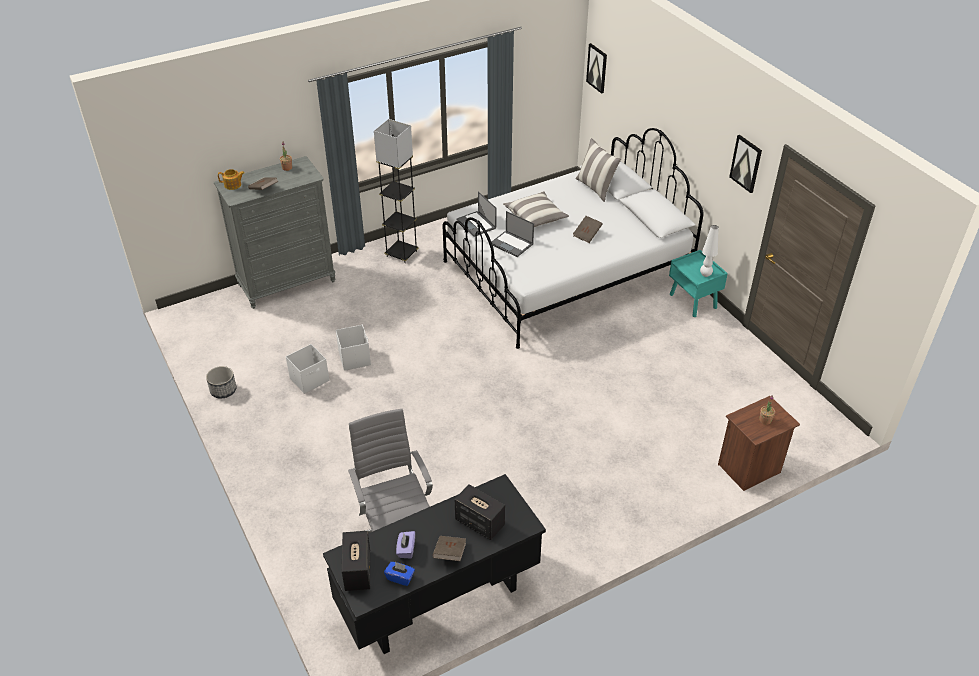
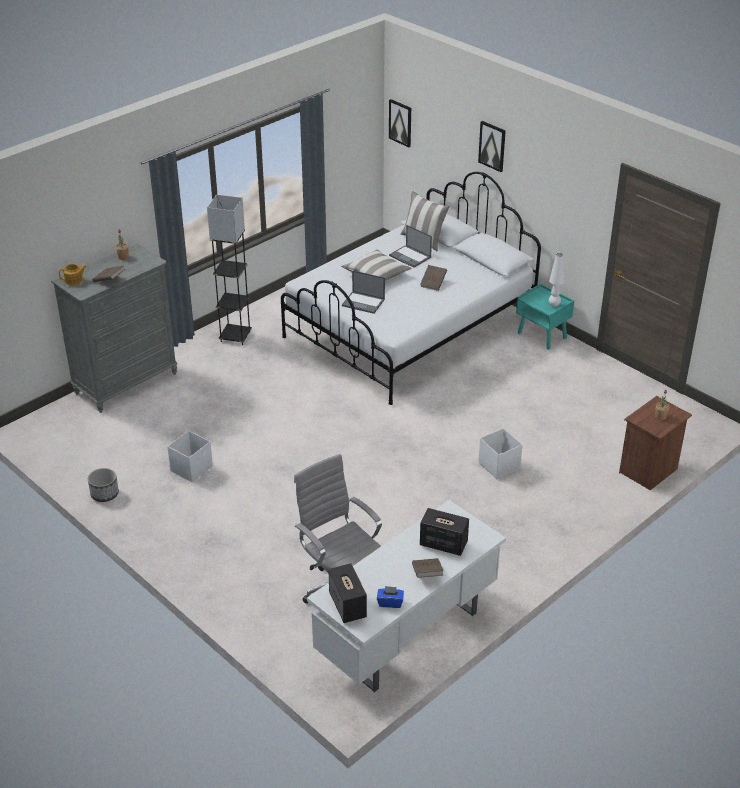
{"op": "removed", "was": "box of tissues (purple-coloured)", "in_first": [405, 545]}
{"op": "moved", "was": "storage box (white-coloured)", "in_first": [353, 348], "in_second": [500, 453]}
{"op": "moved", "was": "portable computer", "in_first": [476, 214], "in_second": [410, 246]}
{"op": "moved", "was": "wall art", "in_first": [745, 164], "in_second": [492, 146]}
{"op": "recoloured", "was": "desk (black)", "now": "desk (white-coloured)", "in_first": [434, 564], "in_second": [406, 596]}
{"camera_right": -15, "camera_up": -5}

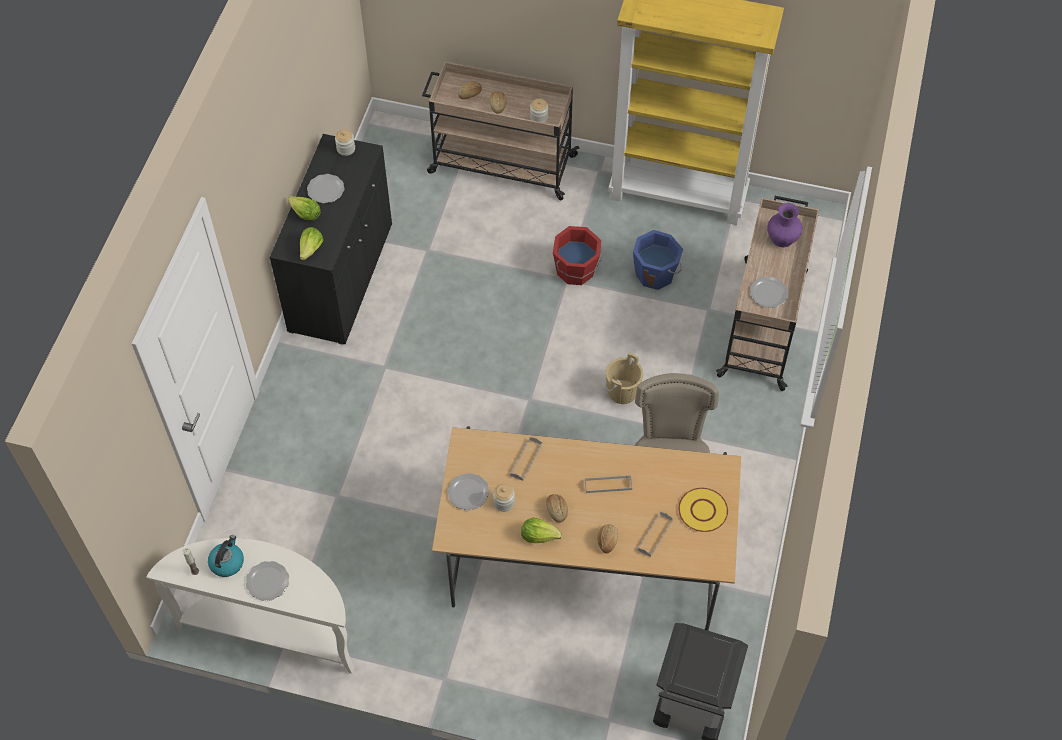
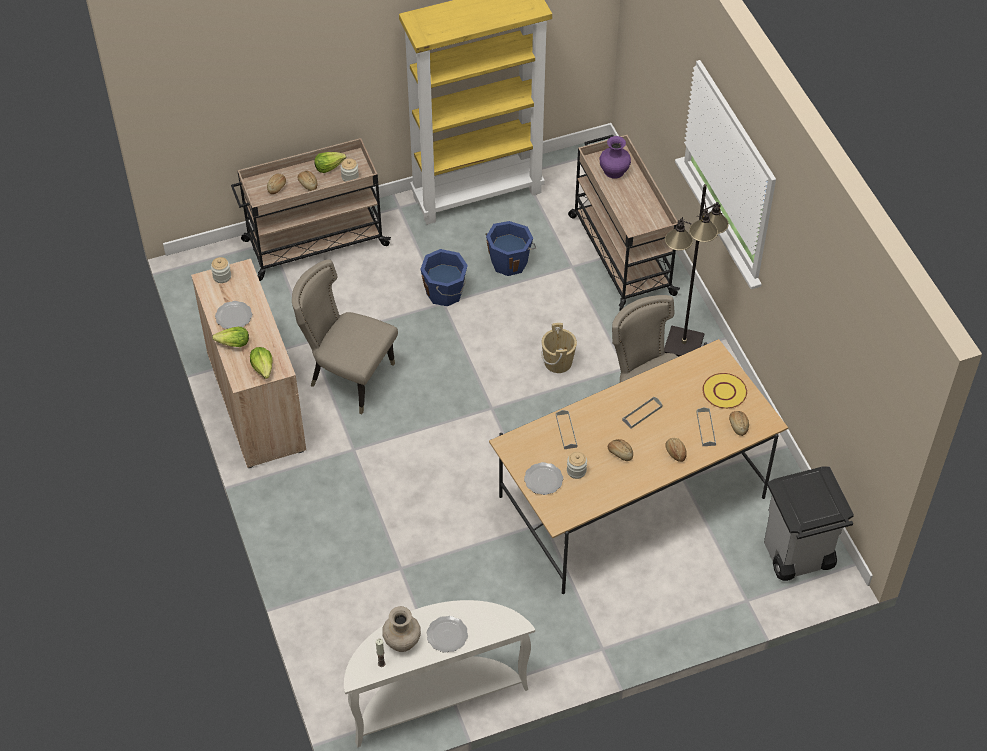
{"op": "removed", "was": "plate", "in_first": [769, 292]}
{"op": "added", "now": "upright chair (sand-coloured)", "in_second": [345, 337]}
{"op": "added", "now": "standard lamp (black)", "in_second": [696, 270]}
{"op": "added", "now": "bread", "in_second": [739, 423]}
{"op": "moved", "was": "lettuce head", "in_first": [541, 530], "in_second": [330, 162]}
{"op": "replaced", "was": "tea kettle", "now": "decorative vase (sand-coloured)", "in_first": [226, 556], "in_second": [401, 629]}
{"op": "recoloured", "was": "cabinet (black)", "now": "cabinet (sand-coloured)", "in_first": [330, 239], "in_second": [248, 363]}
{"op": "recoloured", "was": "bucket (reddish)", "now": "bucket (bluish)", "in_first": [577, 255], "in_second": [444, 277]}
{"camera_right": -35, "camera_up": -5}

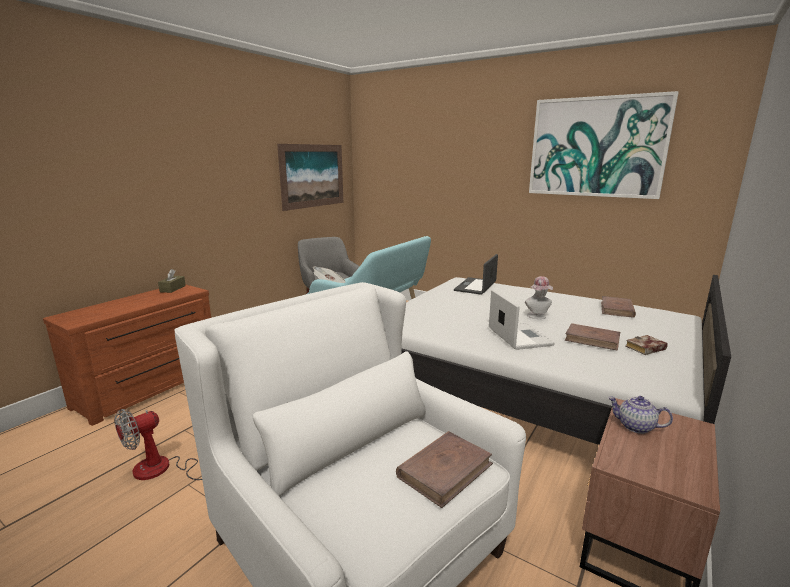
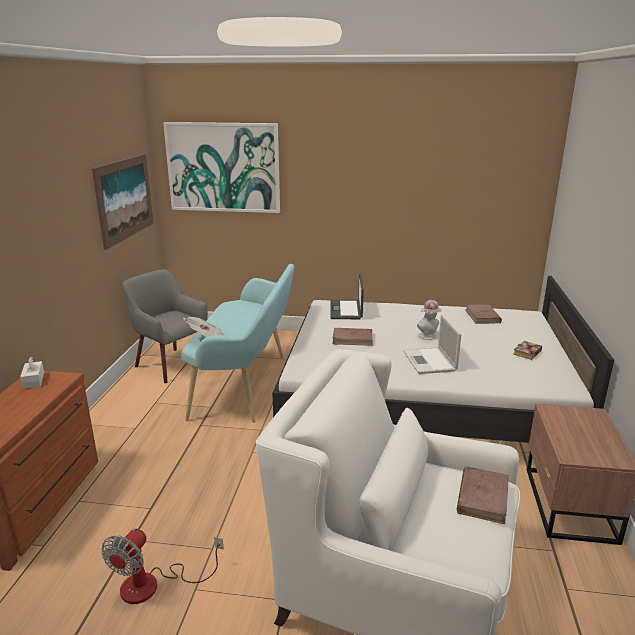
{"op": "removed", "was": "teapot", "in_first": [640, 415]}
{"op": "moved", "was": "wall art", "in_first": [604, 145], "in_second": [221, 167]}
{"op": "moved", "was": "volume (brown-coloured)", "in_first": [592, 337], "in_second": [352, 337]}
{"op": "recoloured", "was": "box of tissues (brown-coloured)", "now": "box of tissues (white-coloured)", "in_first": [172, 281], "in_second": [32, 373]}
{"op": "turned", "was": "portable computer", "in_first": [522, 319], "in_second": [432, 344], "clockwise": -150}
{"camera_right": -25, "camera_up": 5}

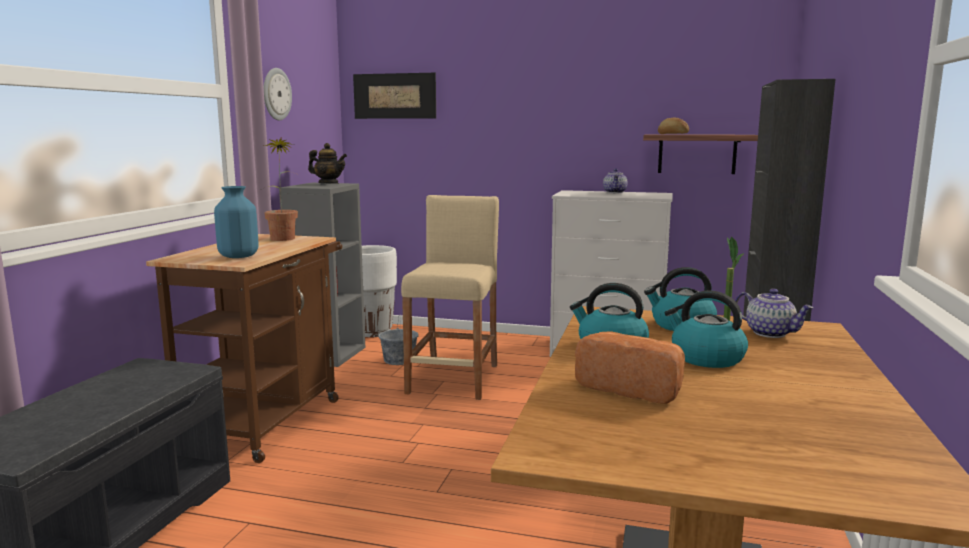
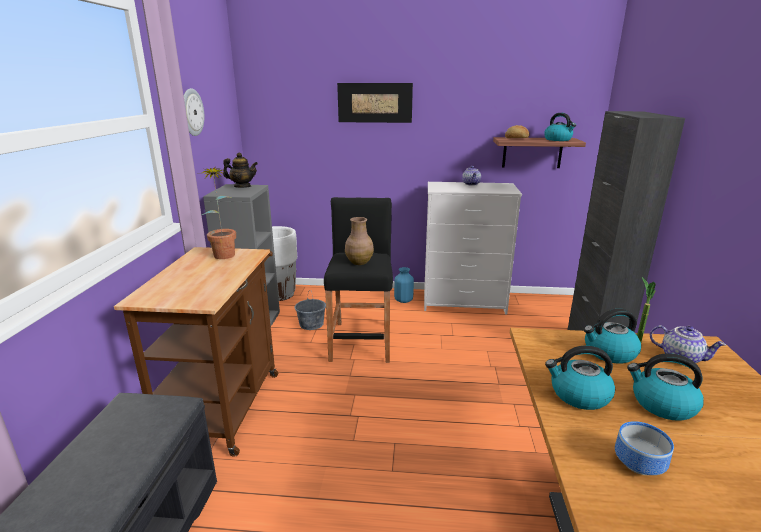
{"op": "added", "now": "decorative vase (brown-coloured)", "in_second": [359, 241]}
{"op": "added", "now": "tea kettle", "in_second": [560, 127]}
{"op": "moved", "was": "decorative vase (bluish)", "in_first": [236, 222], "in_second": [404, 285]}
{"op": "moved", "was": "wall art", "in_first": [394, 96], "in_second": [375, 103]}
{"op": "replaced", "was": "bread", "now": "deep dish", "in_first": [630, 368], "in_second": [644, 448]}
{"op": "recoloured", "was": "sitting stool (sand-coloured)", "now": "sitting stool (black)", "in_first": [450, 297], "in_second": [358, 280]}
{"camera_right": -10, "camera_up": 10}

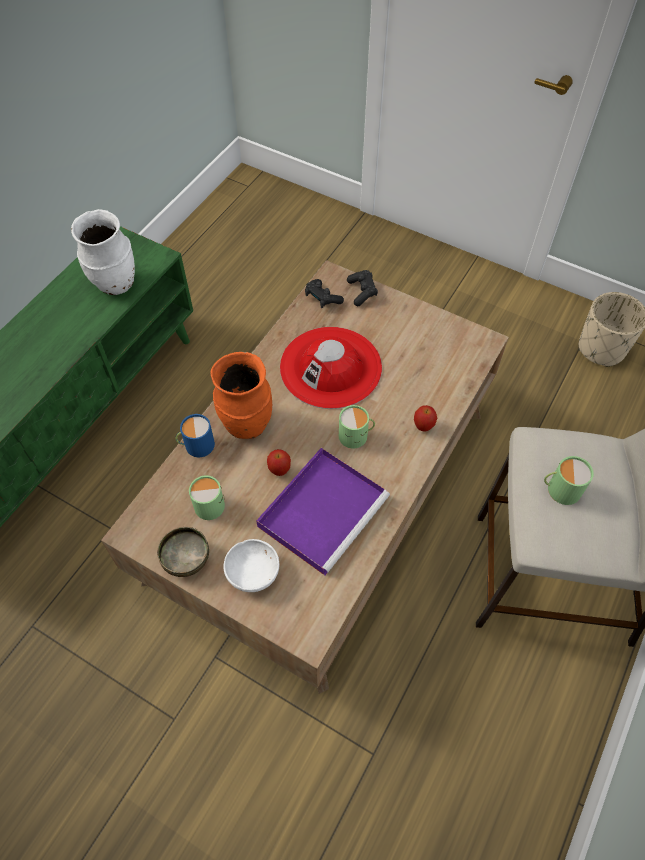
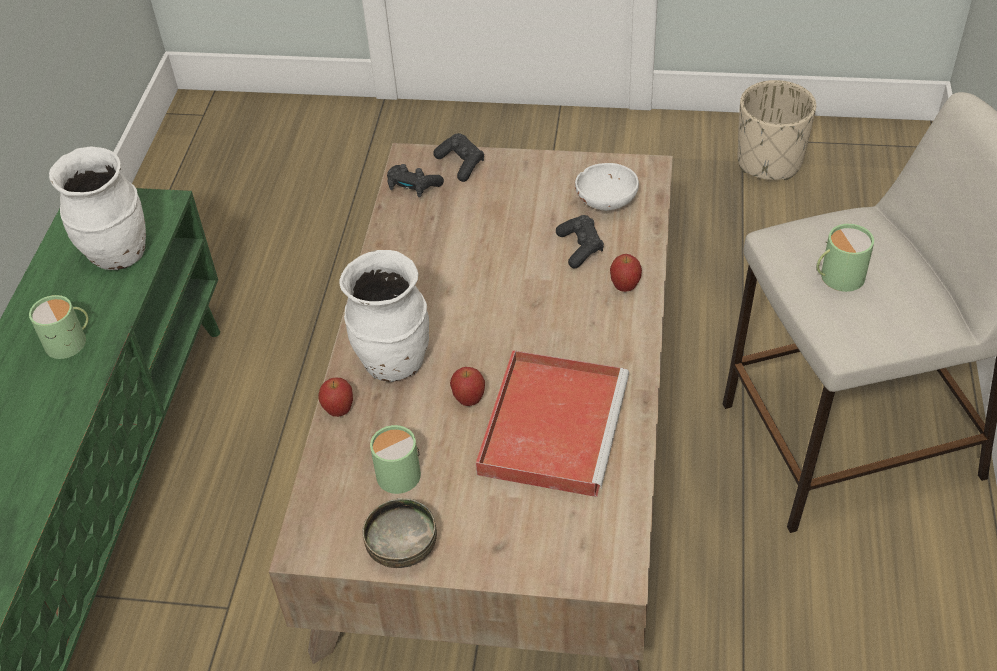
{"op": "removed", "was": "hat (reddish)", "in_first": [331, 368]}
{"op": "added", "now": "game controller (black)", "in_second": [580, 242]}
{"op": "moved", "was": "deep dish (white-coloured)", "in_first": [251, 565], "in_second": [607, 187]}
{"op": "moved", "was": "mug (greenish)", "in_first": [357, 427], "in_second": [58, 327]}
{"op": "replaced", "was": "mug (bluish)", "now": "apple", "in_first": [195, 435], "in_second": [335, 397]}
{"op": "recoloured", "was": "decorative vase (orange-coloured)", "now": "decorative vase (white-coloured)", "in_first": [241, 395], "in_second": [384, 316]}
{"op": "recoloured", "was": "serving tray (purple-coloured)", "now": "serving tray (reddish)", "in_first": [323, 511], "in_second": [552, 423]}
{"camera_right": -20, "camera_up": -10}

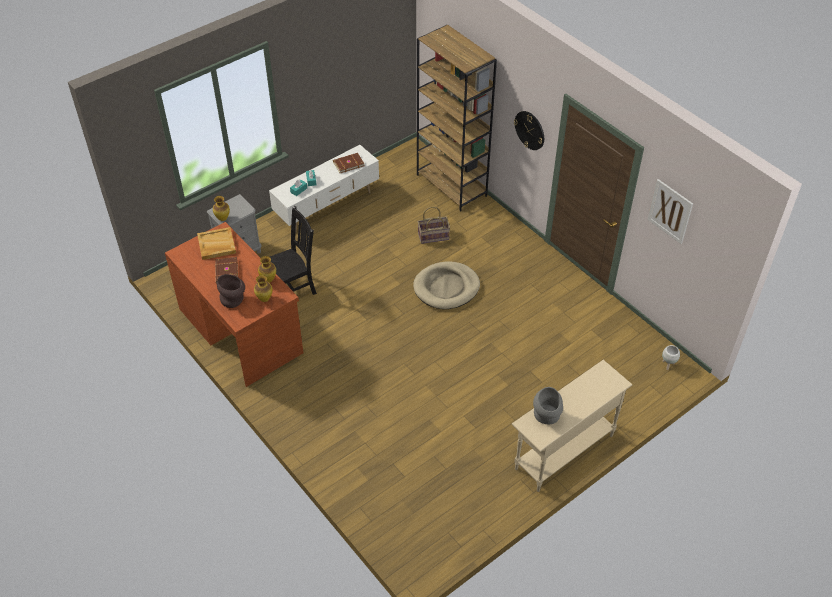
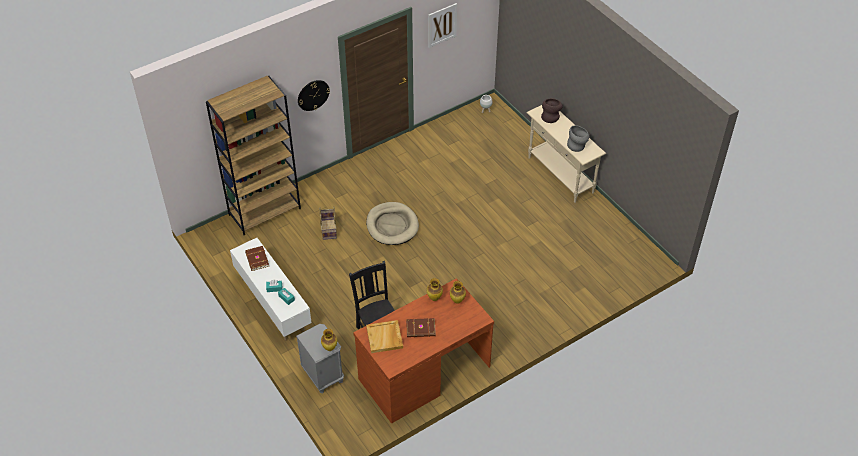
{"op": "moved", "was": "decorative vase (brown-coloured)", "in_first": [231, 291], "in_second": [552, 110]}
{"camera_right": -85, "camera_up": 0}

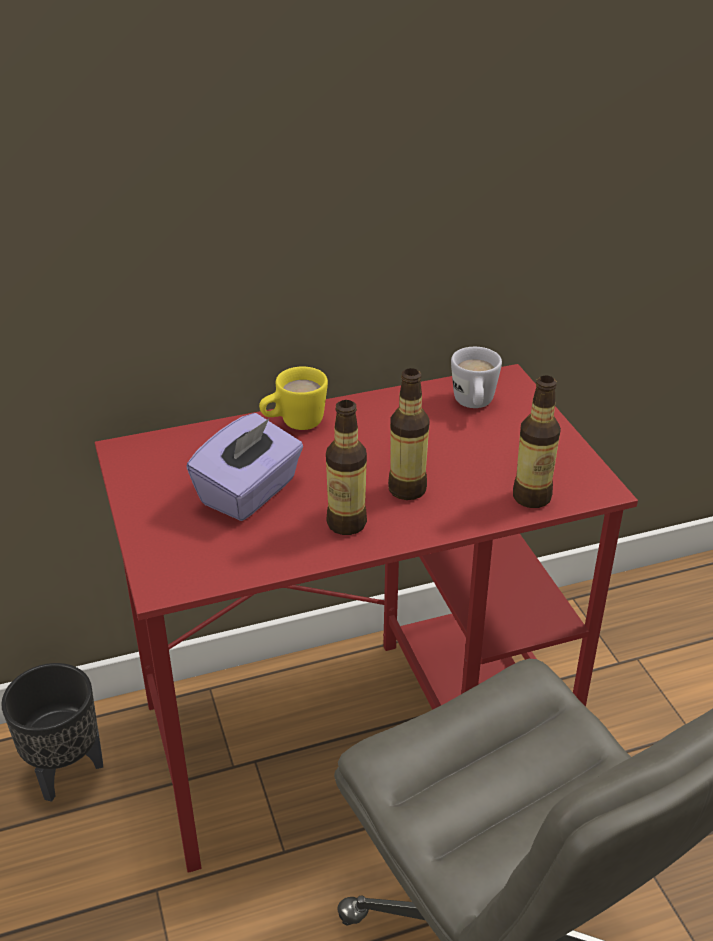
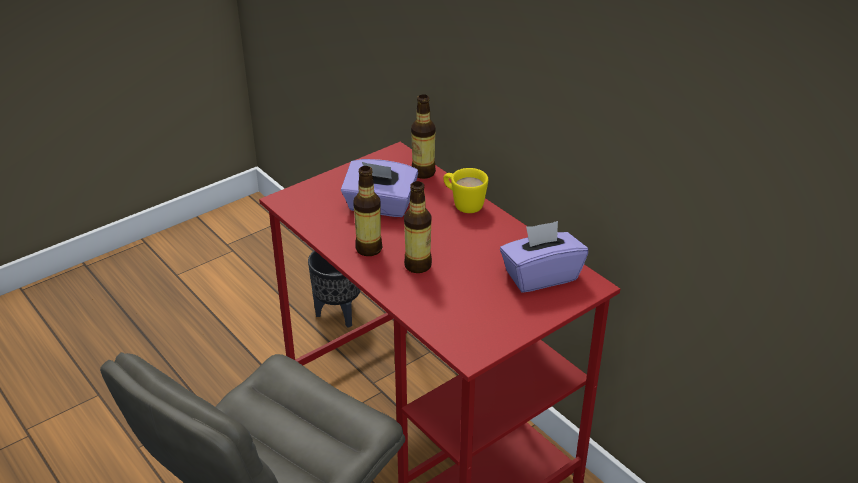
{"op": "moved", "was": "beverage bottle", "in_first": [537, 441], "in_second": [423, 136]}
{"op": "replaced", "was": "mug (white-coloured)", "now": "box of tissues (purple-coloured)", "in_first": [476, 377], "in_second": [544, 256]}
{"camera_right": 70, "camera_up": 0}

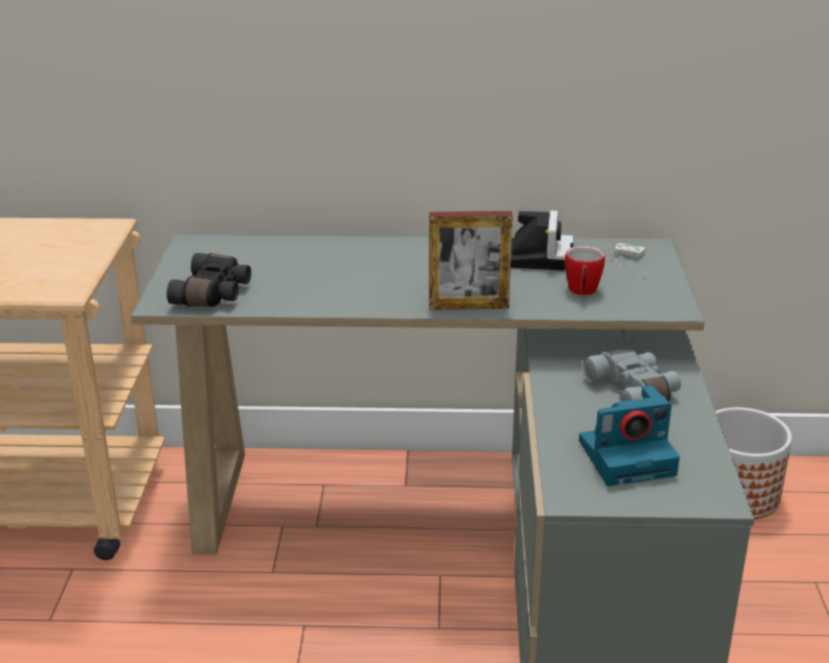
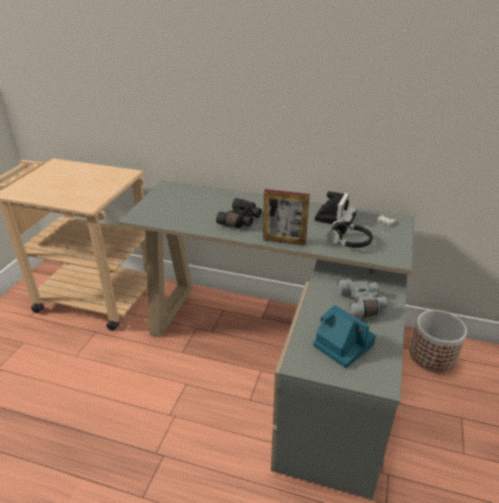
{"op": "moved", "was": "pair of binoculars (black)", "in_first": [209, 280], "in_second": [239, 213]}
{"op": "replaced", "was": "mug", "now": "pair of headphones (black)", "in_first": [585, 270], "in_second": [350, 234]}
{"op": "turned", "was": "still camera", "in_first": [629, 435], "in_second": [344, 336], "clockwise": -135}
{"camera_right": 15, "camera_up": 5}

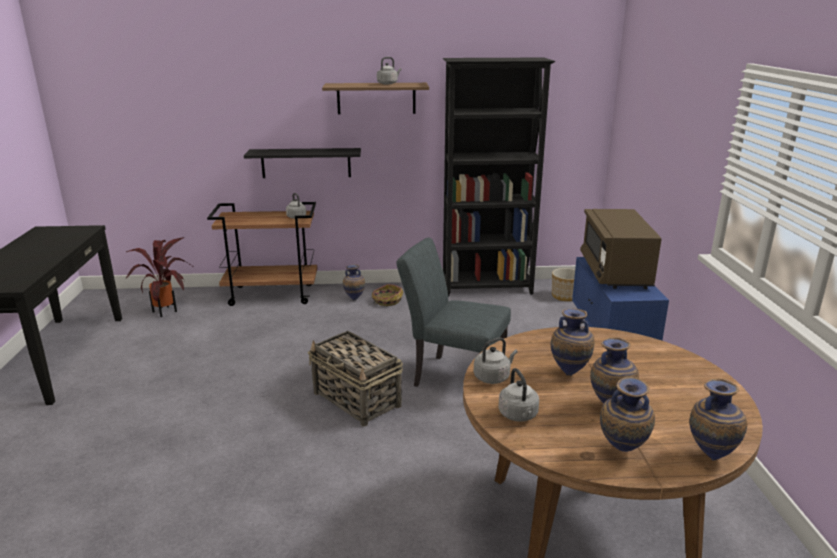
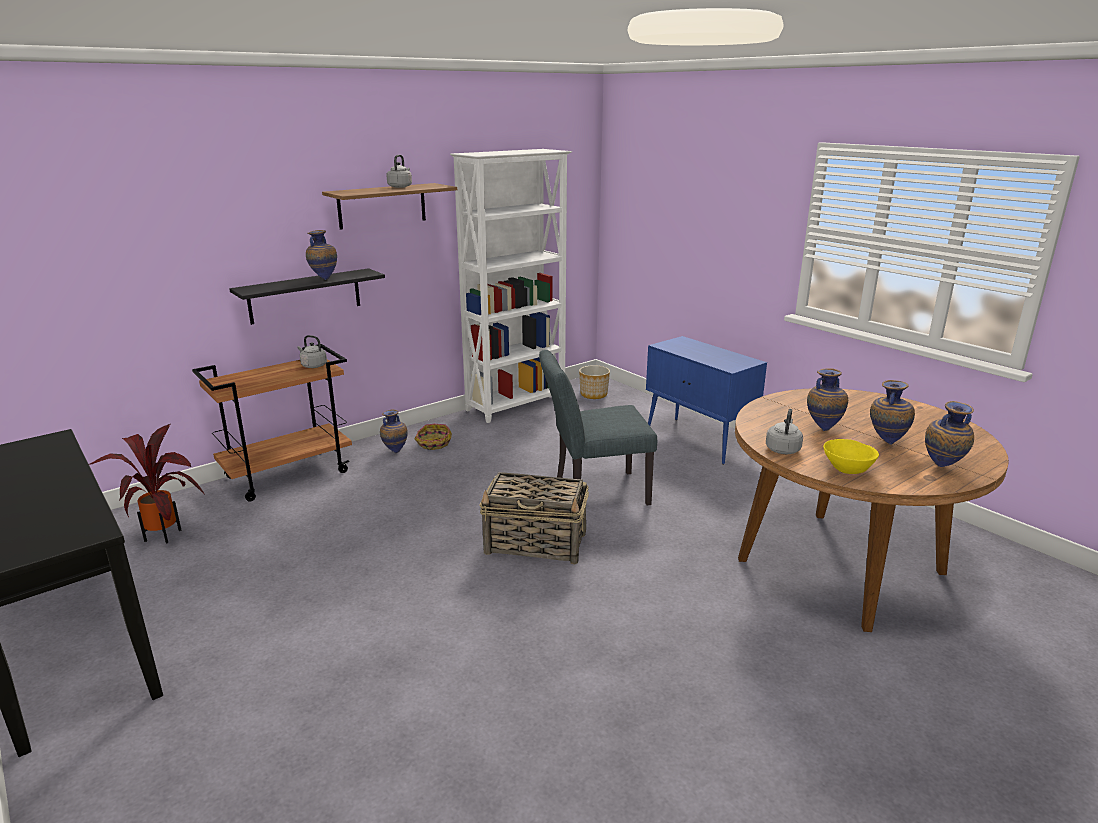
{"op": "removed", "was": "microwave (brown-coloured)", "in_first": [621, 249]}
{"op": "moved", "was": "decorative vase", "in_first": [718, 420], "in_second": [321, 255]}
{"op": "replaced", "was": "tea kettle (greyish)", "now": "deep dish (yellow-coloured)", "in_first": [518, 395], "in_second": [851, 456]}
{"op": "recoloured", "was": "bookshelf (black)", "now": "bookshelf (white-coloured)", "in_first": [499, 177], "in_second": [511, 286]}
{"camera_right": -35, "camera_up": 0}

